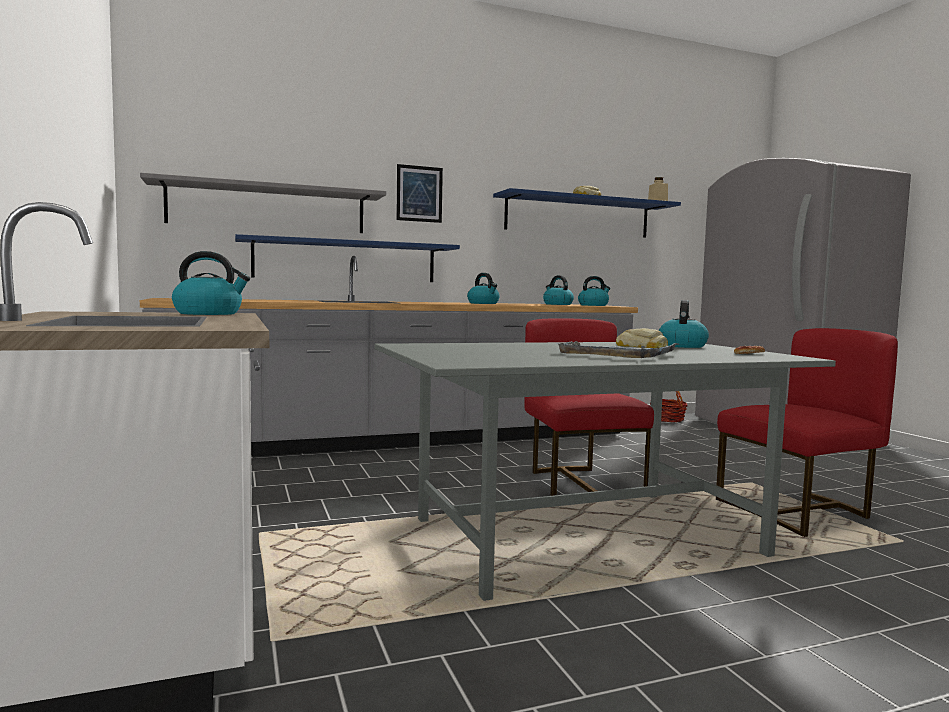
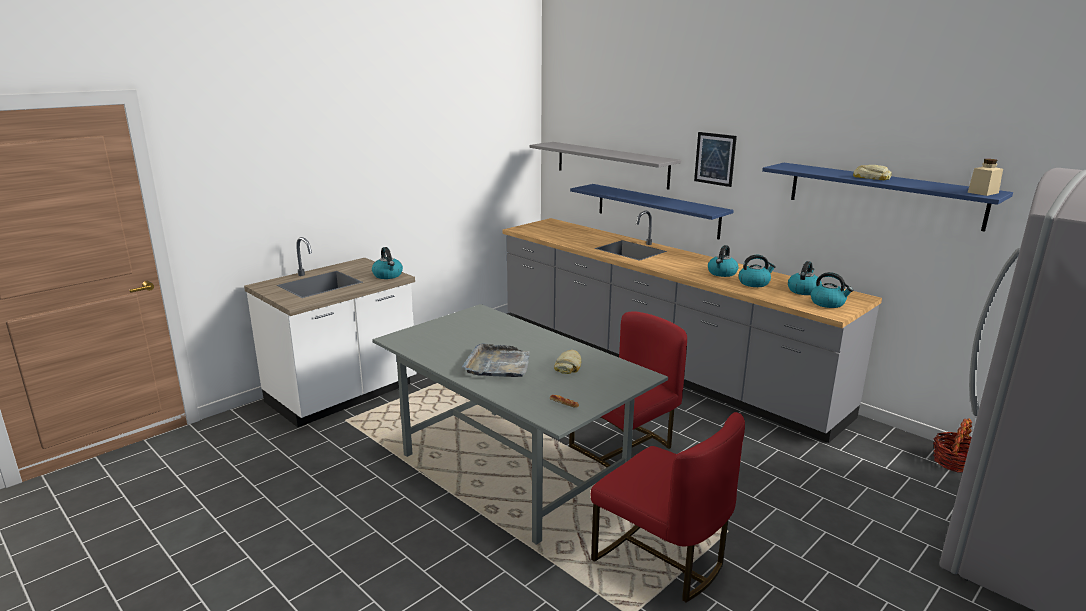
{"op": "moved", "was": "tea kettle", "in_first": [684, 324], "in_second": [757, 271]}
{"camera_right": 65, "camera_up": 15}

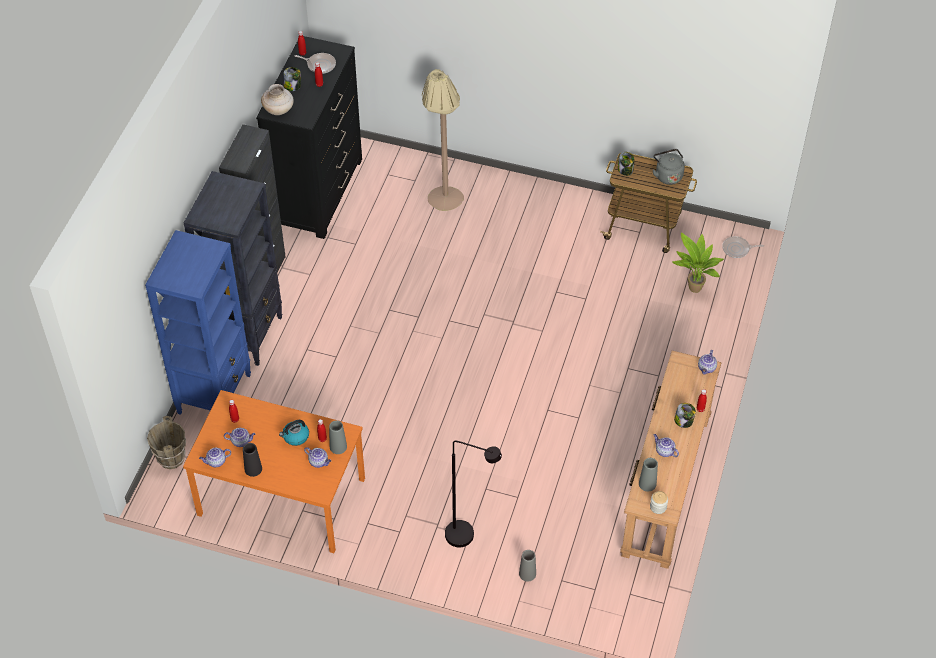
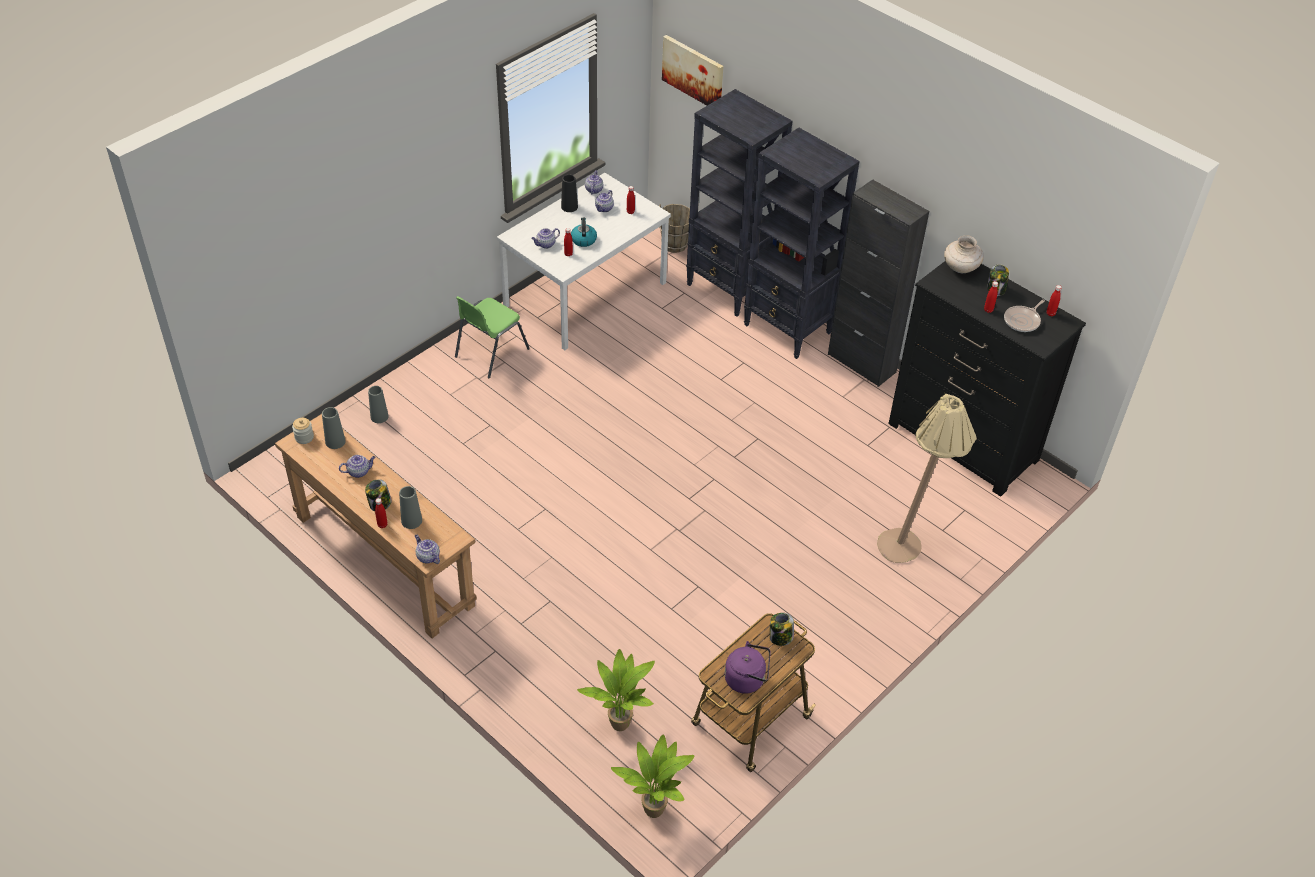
{"op": "removed", "was": "standard lamp (black)", "in_first": [473, 493]}
{"op": "added", "now": "upright chair (greenish)", "in_second": [492, 337]}
{"op": "added", "now": "wall art", "in_second": [693, 70]}
{"op": "moved", "was": "decorative vase (greyish)", "in_first": [338, 437], "in_second": [410, 507]}
{"op": "replaced", "was": "frying pan", "now": "plant in a pot", "in_first": [743, 247], "in_second": [652, 776]}
{"op": "recoloured", "was": "bookshelf (bluish)", "now": "bookshelf (black)", "in_first": [198, 322], "in_second": [739, 203]}
{"op": "recoloured", "was": "kitchen table (orange-coloured)", "now": "kitchen table (white-coloured)", "in_first": [274, 471], "in_second": [584, 261]}
{"op": "recoloured", "was": "tea kettle (greyish)", "now": "tea kettle (purple-coloured)", "in_first": [669, 167], "in_second": [748, 667]}
{"camera_right": 115, "camera_up": -5}

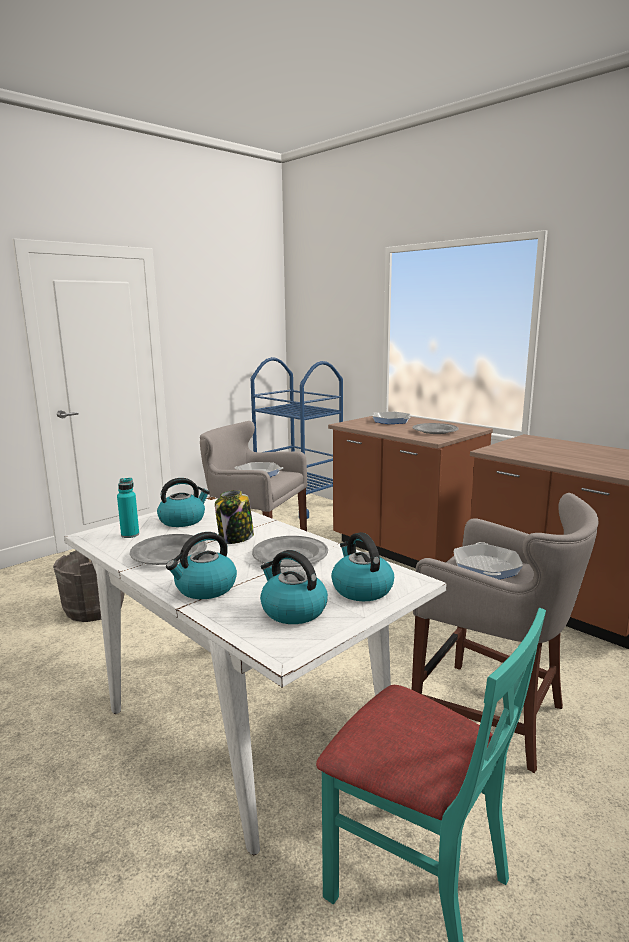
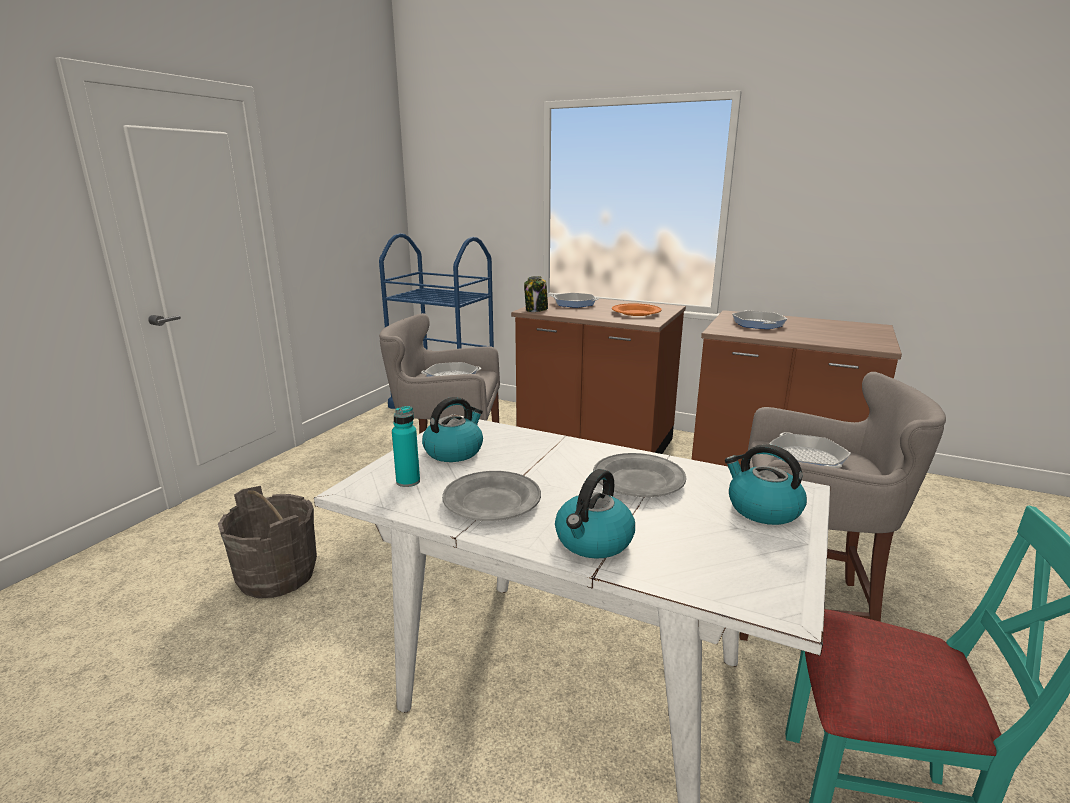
{"op": "removed", "was": "tea kettle", "in_first": [294, 587]}
{"op": "added", "now": "frying pan", "in_second": [759, 319]}
{"op": "moved", "was": "storage jar", "in_first": [234, 517], "in_second": [536, 294]}
{"op": "recoloured", "was": "plate (greyish)", "now": "plate (orange-coloured)", "in_first": [435, 428], "in_second": [637, 310]}
{"camera_right": -20, "camera_up": 5}

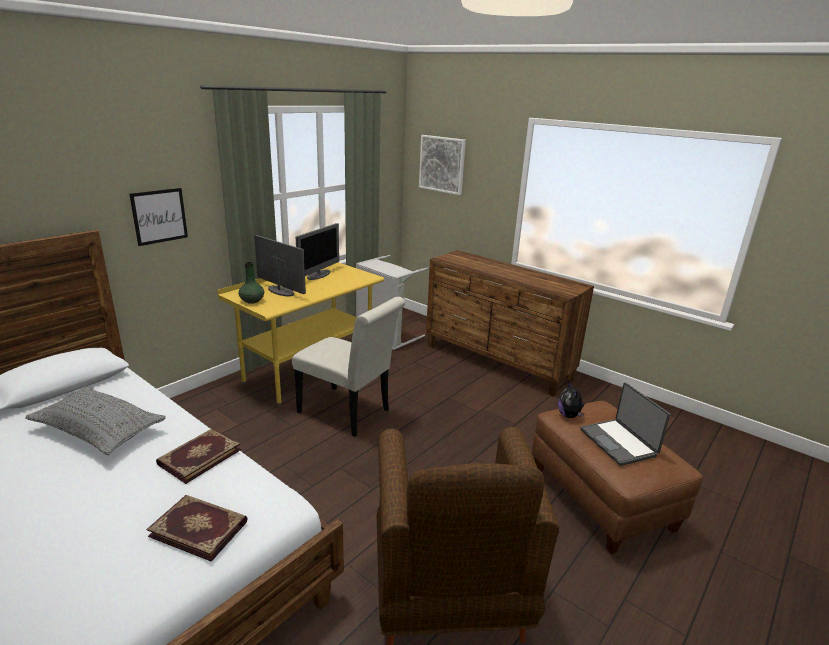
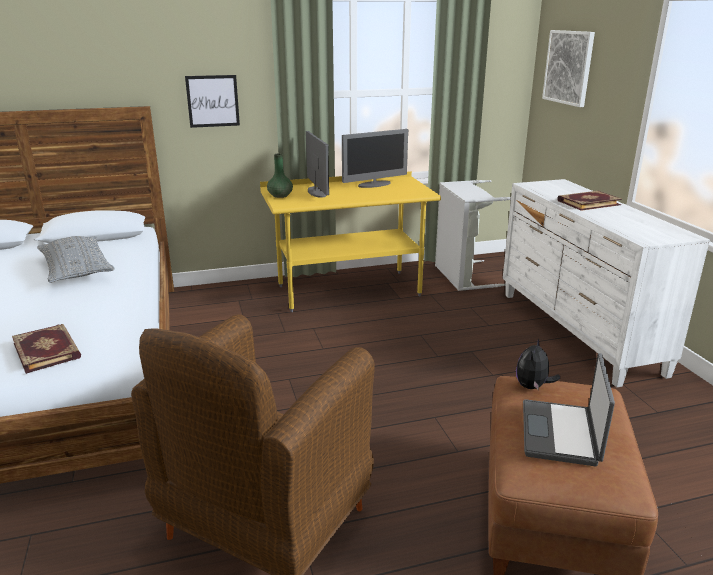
{"op": "removed", "was": "upright chair (white-coloured)", "in_first": [348, 367]}
{"op": "moved", "was": "volume", "in_first": [198, 456], "in_second": [589, 201]}
{"op": "recoloured", "was": "dresser (brown-coloured)", "now": "dresser (white-coloured)", "in_first": [510, 323], "in_second": [606, 283]}
{"camera_right": 35, "camera_up": 0}

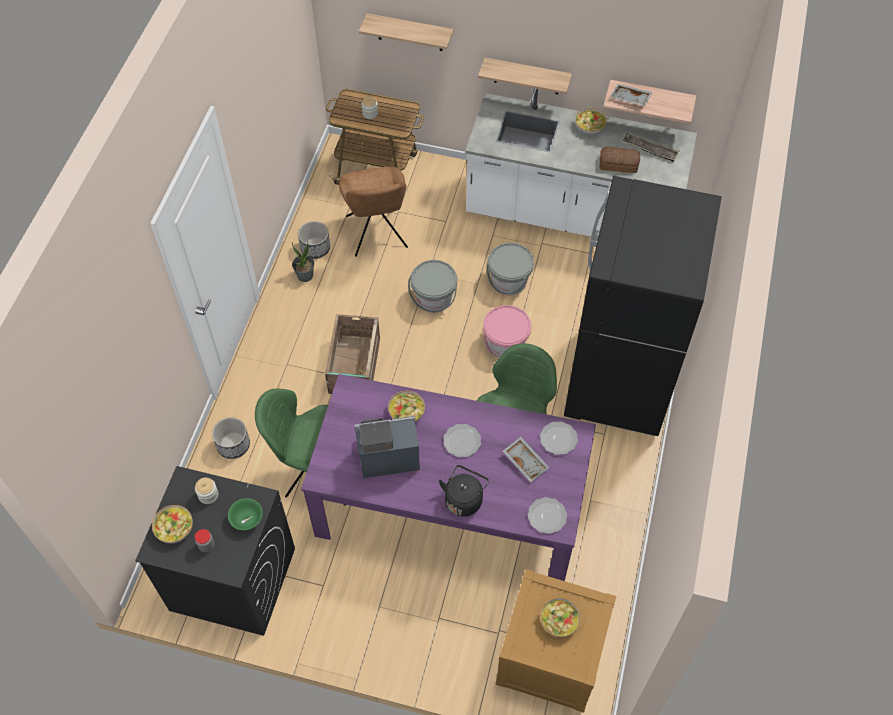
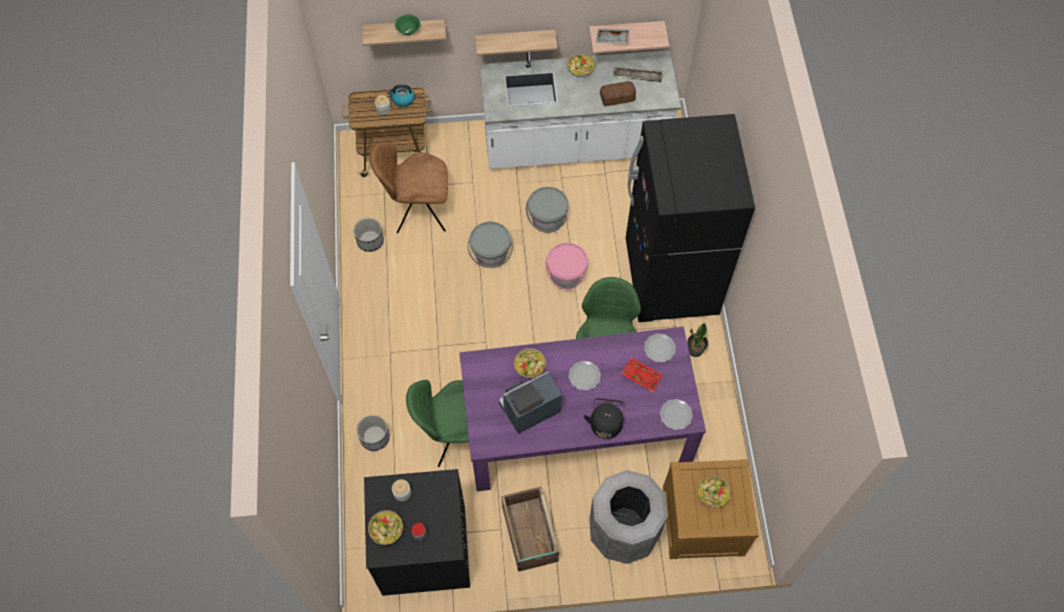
{"op": "added", "now": "tea kettle", "in_second": [401, 95]}
{"op": "added", "now": "rubbish bin (greyish)", "in_second": [628, 517]}
{"op": "moved", "was": "deep dish (greenish)", "in_first": [245, 514], "in_second": [407, 24]}
{"op": "moved", "was": "plant in a pot", "in_first": [303, 262], "in_second": [697, 340]}
{"op": "moved", "was": "shipping crate", "in_first": [352, 354], "in_second": [530, 529]}
{"op": "recoloured", "was": "serving tray (greyish)", "now": "serving tray (reddish)", "in_first": [526, 459], "in_second": [641, 374]}
{"op": "turned", "was": "upright chair (brown-coloured)", "in_first": [373, 212], "in_second": [408, 187], "clockwise": 120}
{"camera_right": -20, "camera_up": 5}

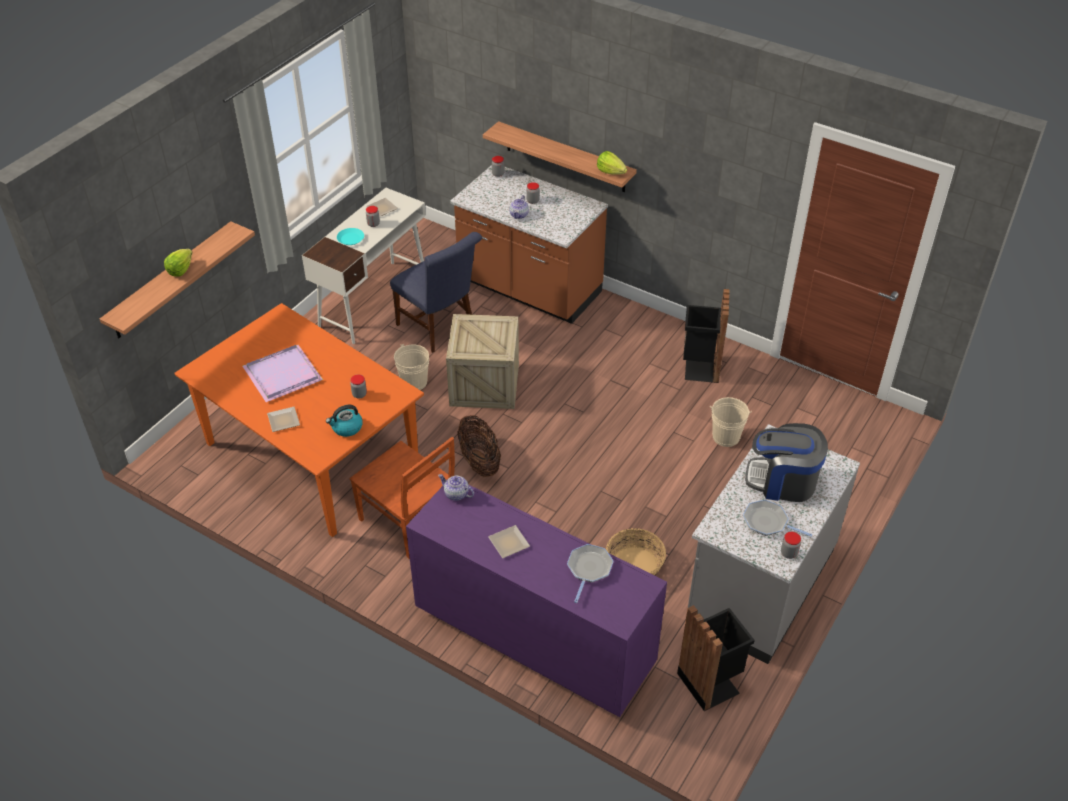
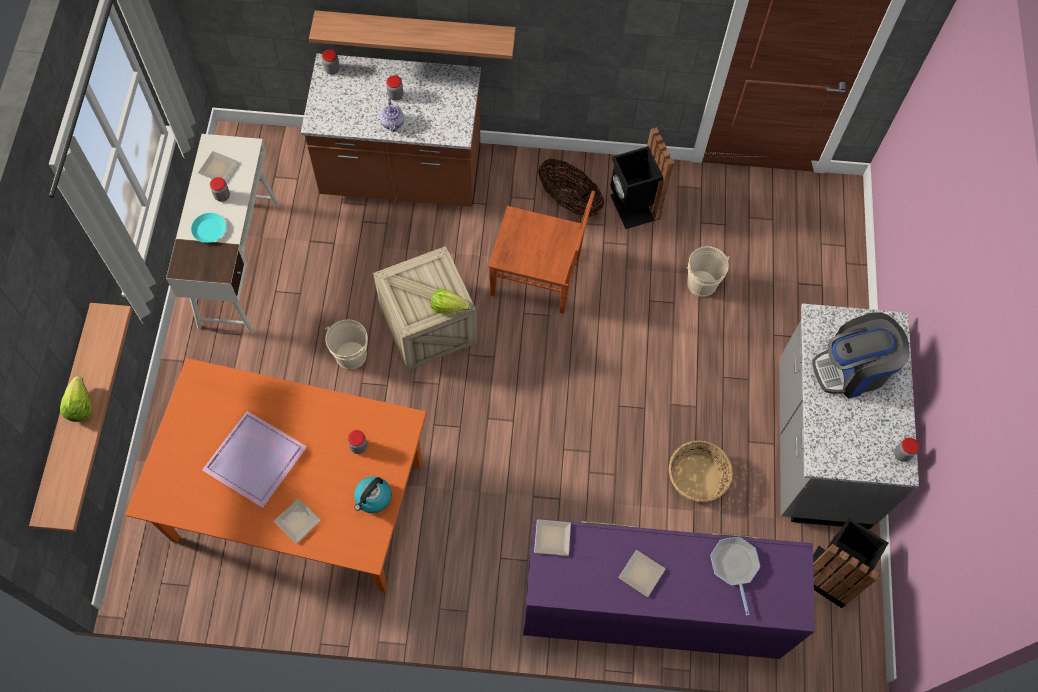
{"op": "removed", "was": "upright chair (bluish)", "in_first": [436, 292]}
{"op": "removed", "was": "frying pan", "in_first": [777, 518]}
{"op": "moved", "was": "upright chair (brown-coloured)", "in_first": [402, 498], "in_second": [541, 252]}
{"op": "moved", "was": "storage basket", "in_first": [479, 446], "in_second": [571, 187]}
{"op": "moved", "was": "lettuce head", "in_first": [612, 163], "in_second": [450, 301]}
{"op": "replaced", "was": "teapot", "now": "plate", "in_first": [456, 487], "in_second": [552, 537]}
{"camera_right": -30, "camera_up": 20}

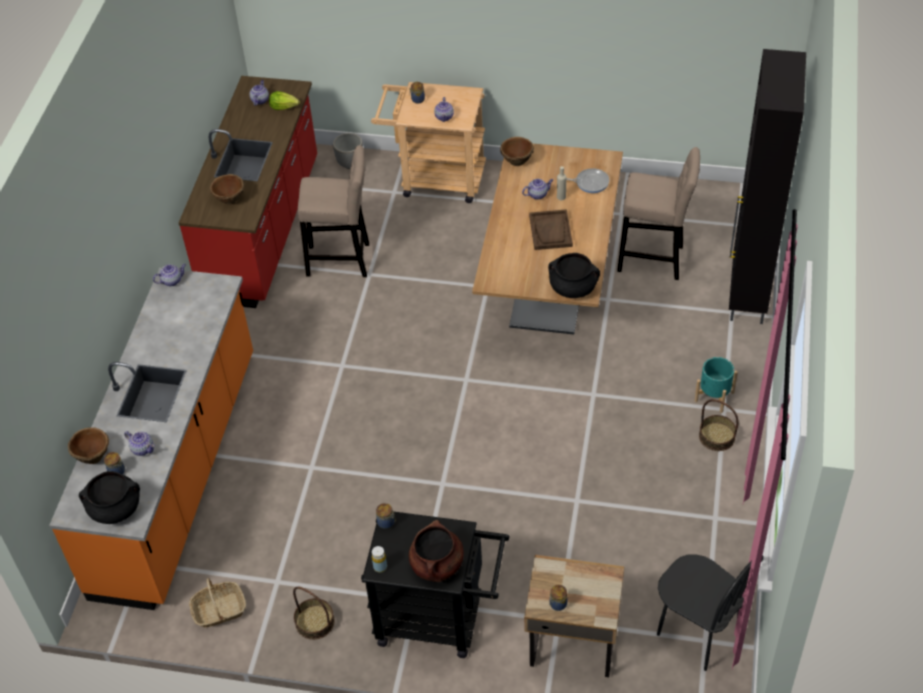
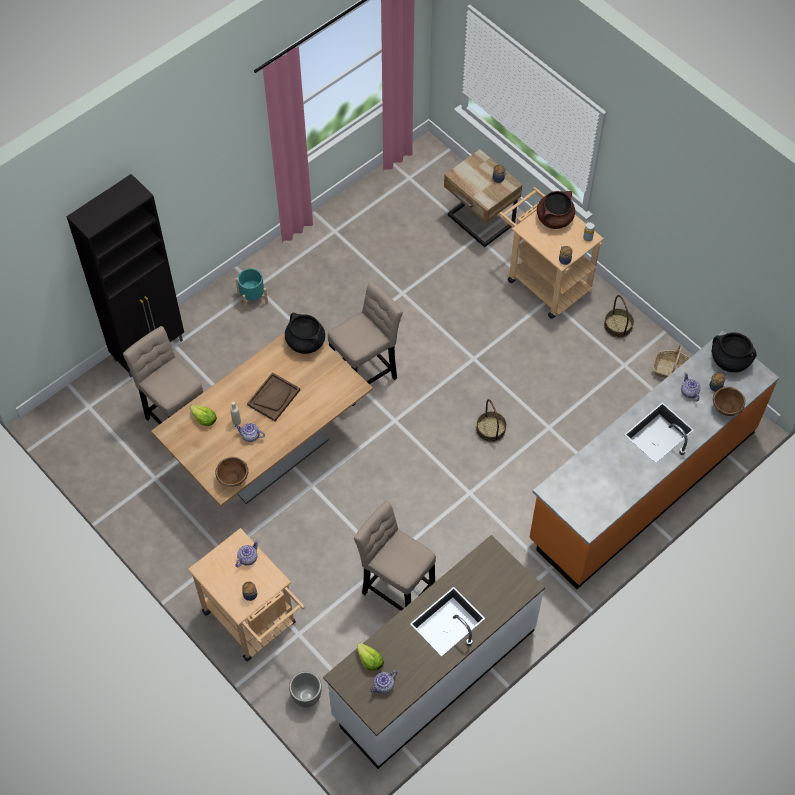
{"op": "removed", "was": "teapot", "in_first": [169, 275]}
{"op": "removed", "was": "deep dish (brown-coloured)", "in_first": [227, 189]}
{"op": "removed", "was": "upright chair (black)", "in_first": [710, 613]}
{"op": "added", "now": "sitting stool (sand-coloured)", "in_second": [365, 343]}
{"op": "moved", "was": "storage basket", "in_first": [718, 425], "in_second": [491, 420]}
{"op": "replaced", "was": "frying pan", "now": "lettuce head", "in_first": [587, 180], "in_second": [203, 415]}
{"op": "recoloured", "was": "kitchen base unit (reddish)", "now": "kitchen base unit (white-coloured)", "in_first": [248, 192], "in_second": [434, 652]}
{"op": "recoloured", "was": "trolley (black)", "now": "trolley (sand-coloured)", "in_first": [435, 584], "in_second": [551, 253]}
{"camera_right": -145, "camera_up": 10}

